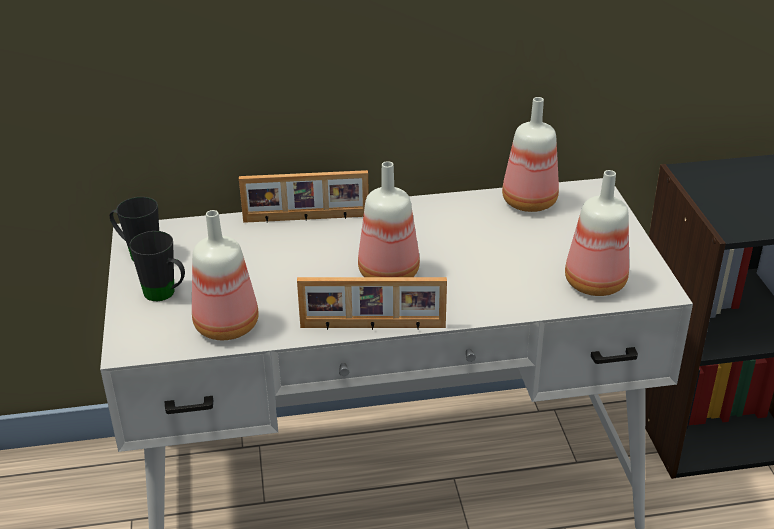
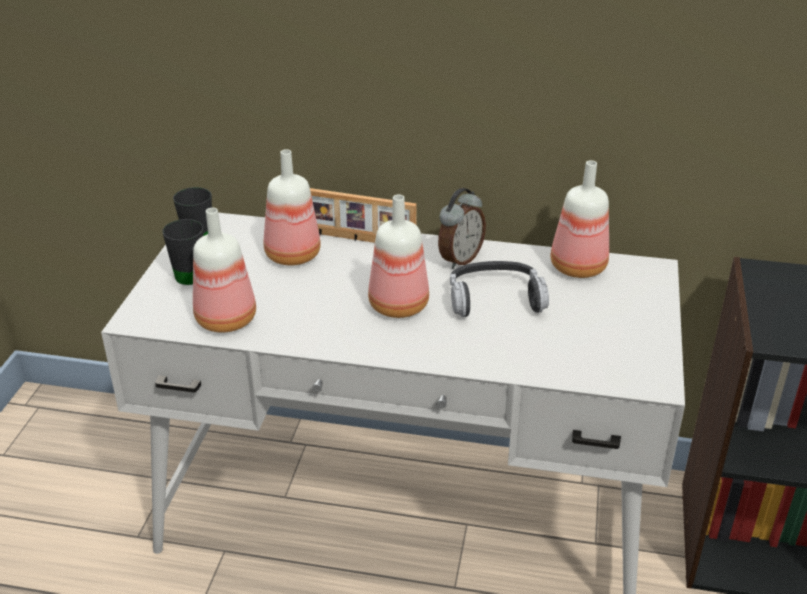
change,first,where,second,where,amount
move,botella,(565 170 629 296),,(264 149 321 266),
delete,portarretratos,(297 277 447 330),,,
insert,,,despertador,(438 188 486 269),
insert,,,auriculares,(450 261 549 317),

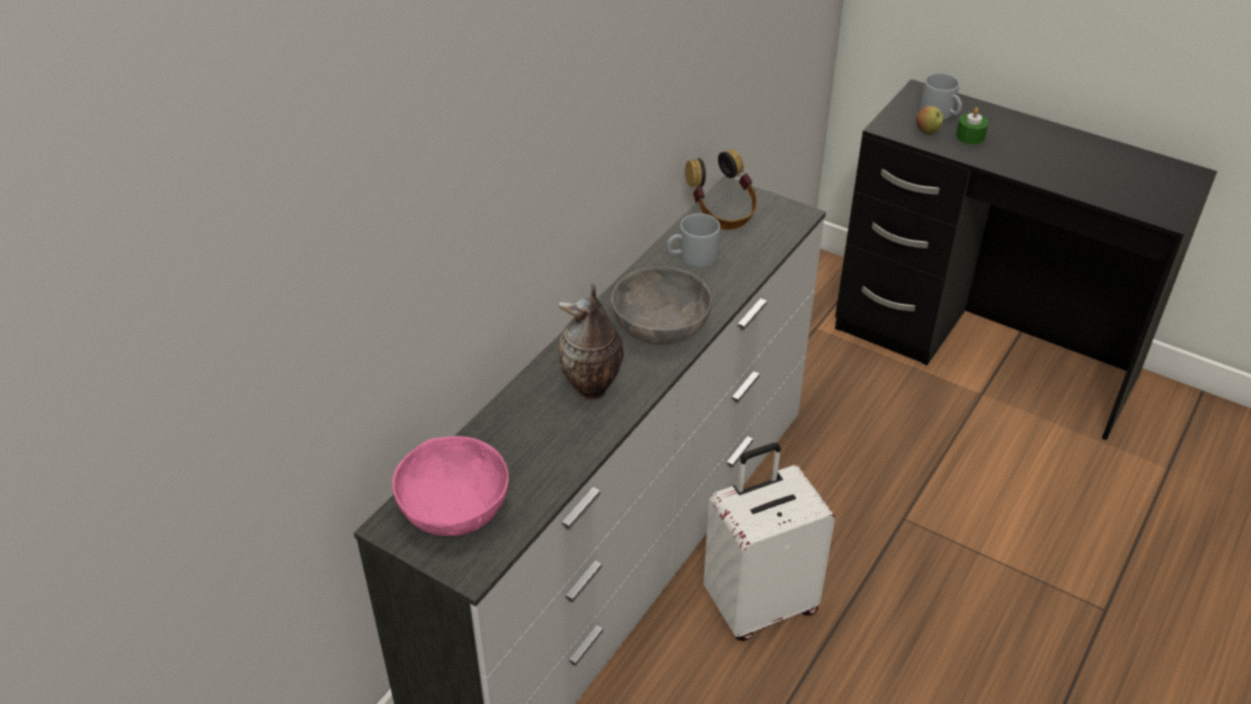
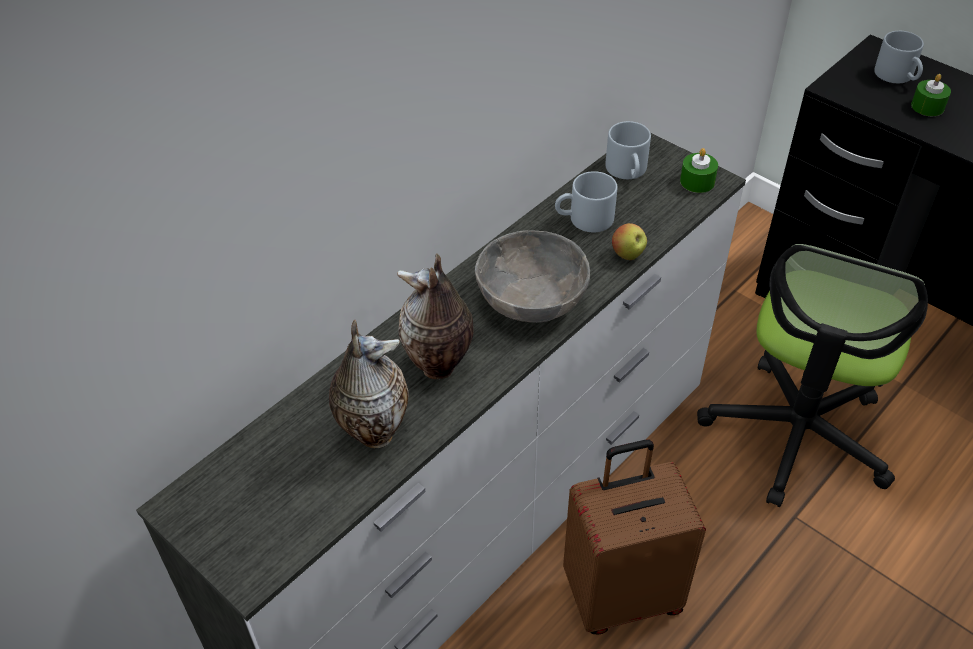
change,first,where,second,where,amount
move,manzana,(916 106 943 134),,(612 223 647 260),
replace,auriculares,(685 149 757 230),taza grande (gris),(605 121 651 179),
delete,cuenco (rosa),(392 436 509 536),,,
recolor,maleta (blanco),(703 443 835 641),maleta (marrón),(563 440 706 634),
insert,,,vela (verde),(680 148 718 193),
insert,,,silla de oficina,(697 244 928 507),
insert,,,florero,(329 319 408 448),

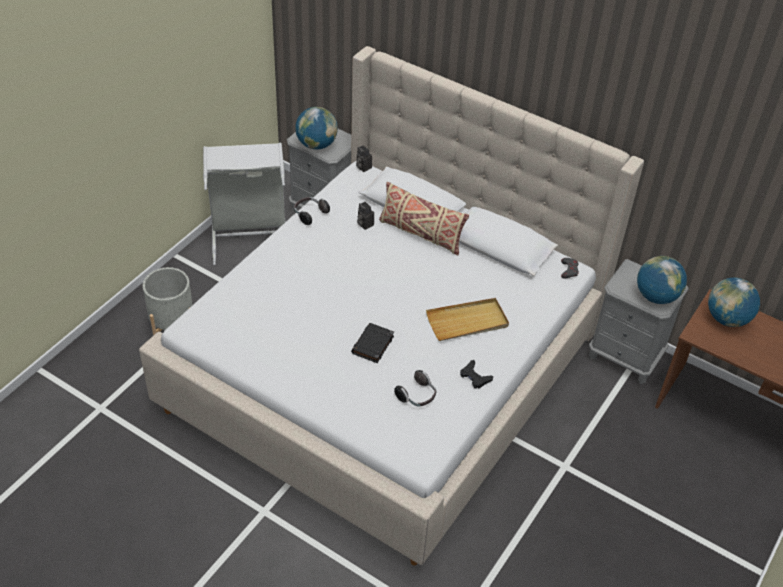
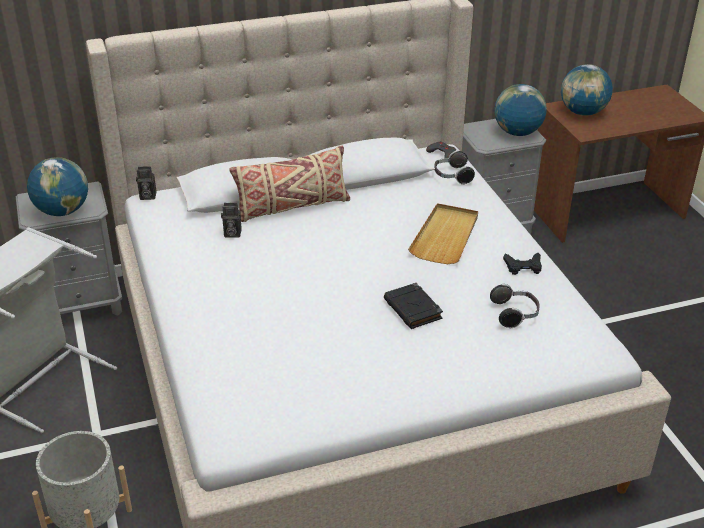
change,first,where,second,where,amount
move,auriculares,(294 197 330 225),,(434 150 475 185),

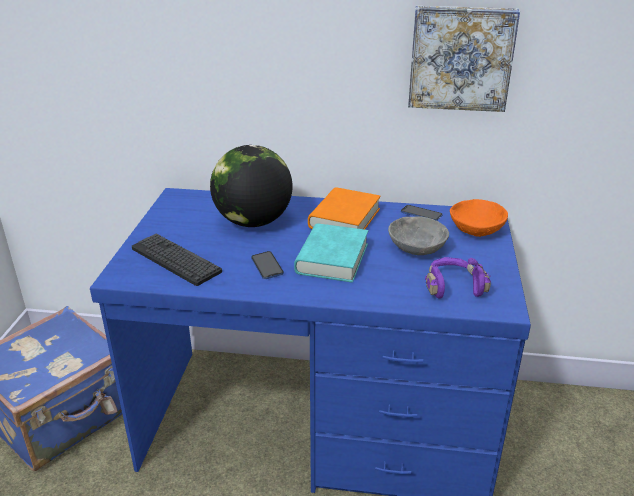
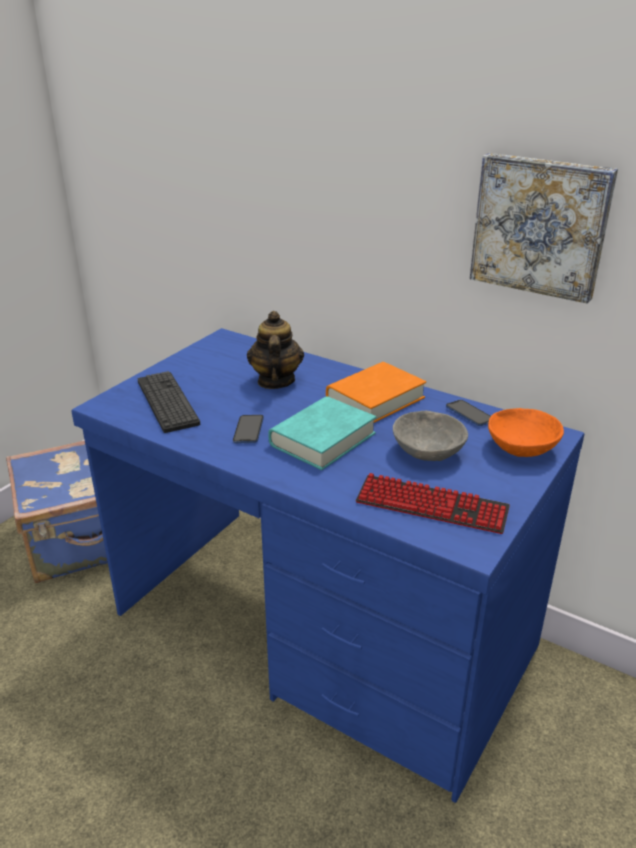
change,first,where,second,where,amount
replace,globo terráqueo,(210 145 292 227),tetera,(247 311 304 389),
replace,auriculares (morado),(425 257 491 299),teclado,(355 473 510 534),

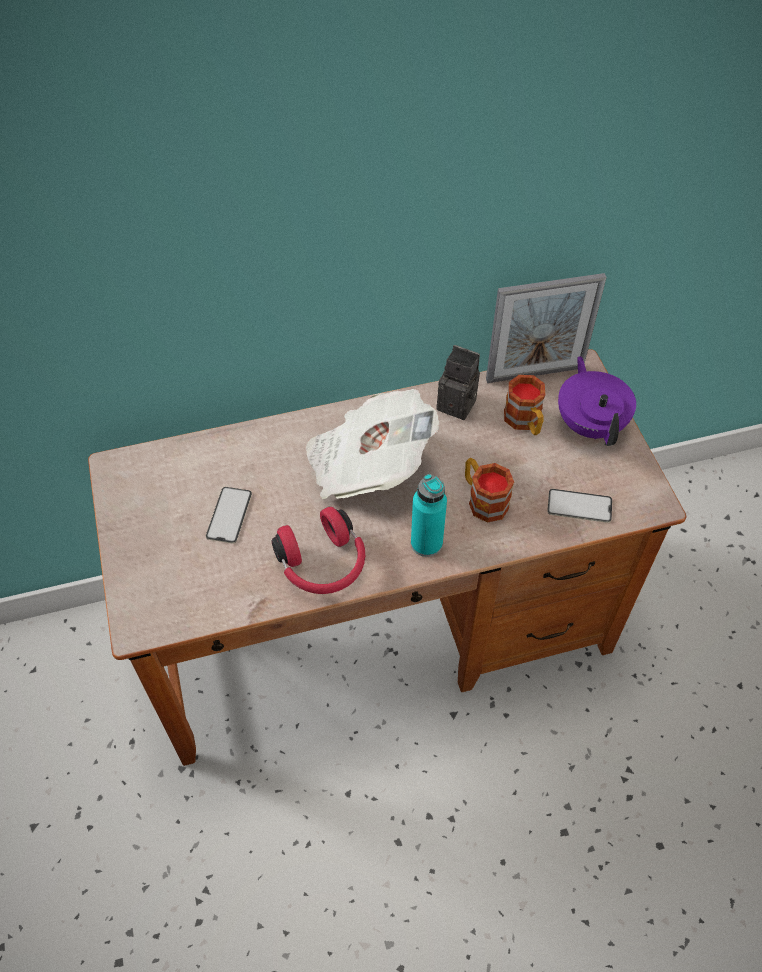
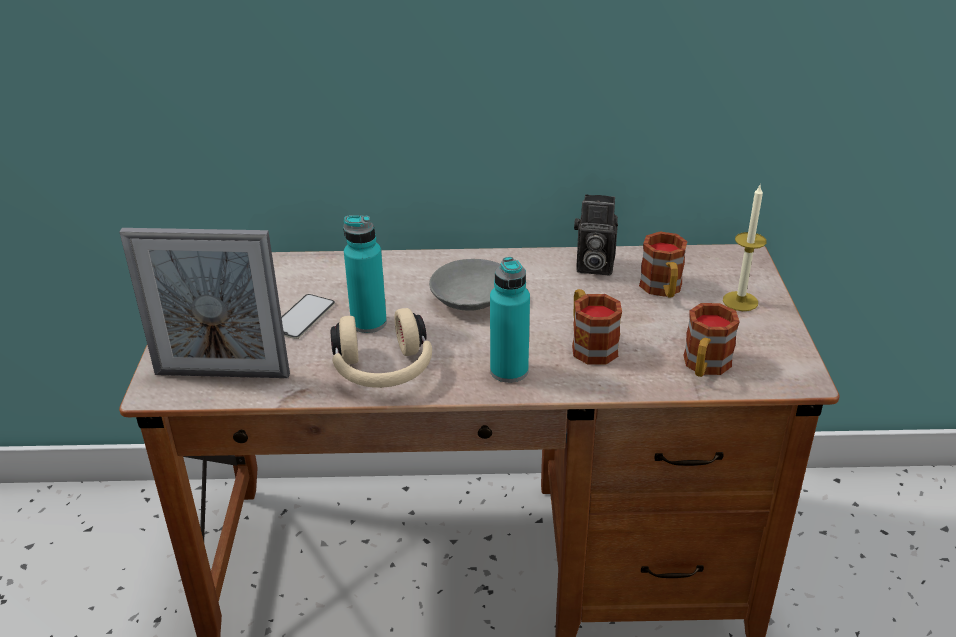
change,first,where,second,where,amount
move,portarretratos,(486 273 607 383),,(119 228 290 378),
rotate,cámara,(437 345 480 420),,(574 194 618 275),150 degrees clockwise
replace,tetera (morado),(558 356 636 446),vela,(723 185 767 311),
replace,periódico,(305 389 439 499),cuenco (gris),(429 259 500 311),
replace,móvil,(547 489 612 523),taza grande,(684 303 740 377),
recolor,auriculares (rojo),(272 507 365 594),auriculares (beis),(331 308 432 388),
insert,,,botella (turquesa),(343 215 387 333),

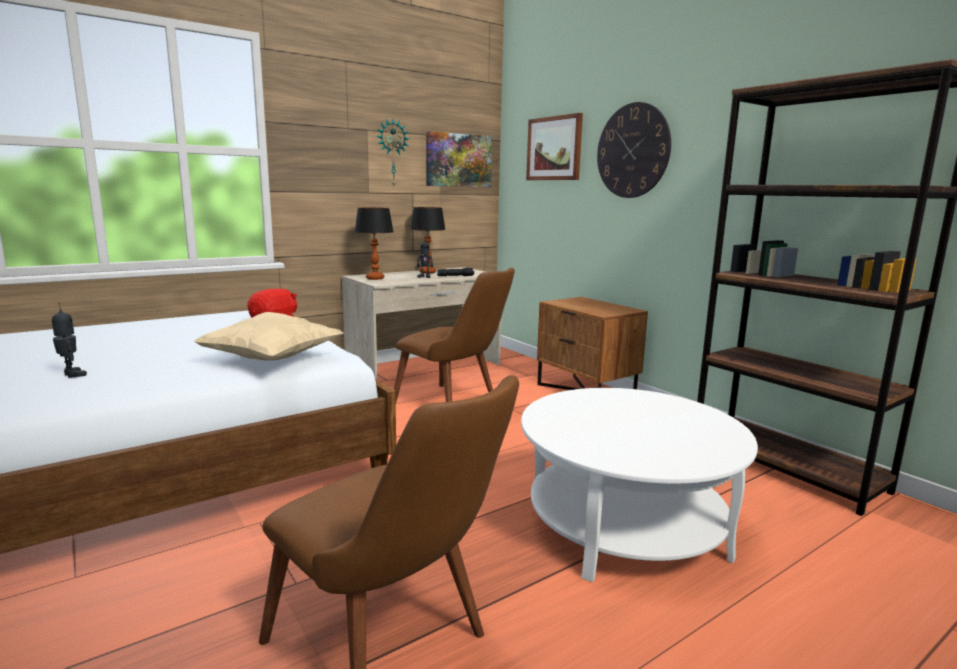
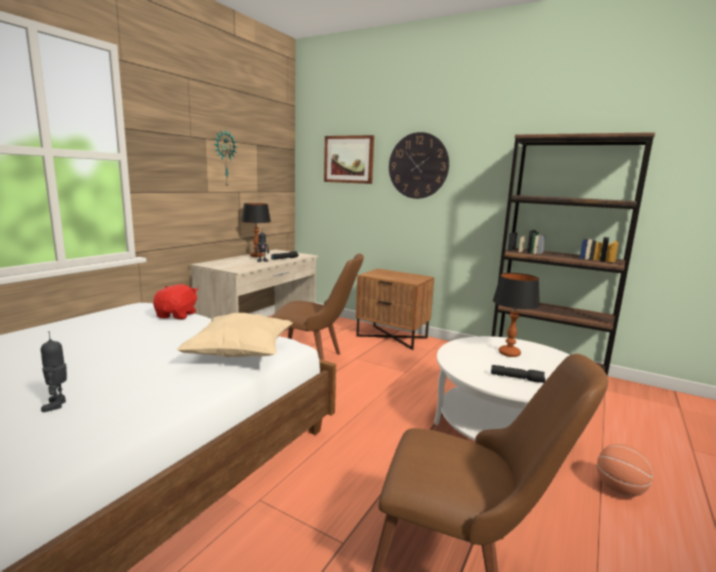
change,first,where,second,where,amount
delete,cuadro,(426 131 492 187),,,
move,lámpara de mesa,(354 208 393 280),,(493 273 540 357),
rotate,robot de juguete,(52 303 87 378),,(41 331 67 412),120 degrees counterclockwise
insert,,,linterna (negro),(491 365 546 383),
insert,,,balón de baloncesto,(597 444 653 497),

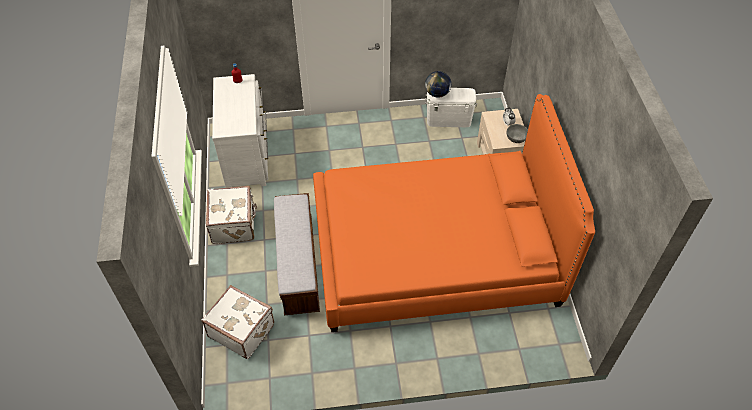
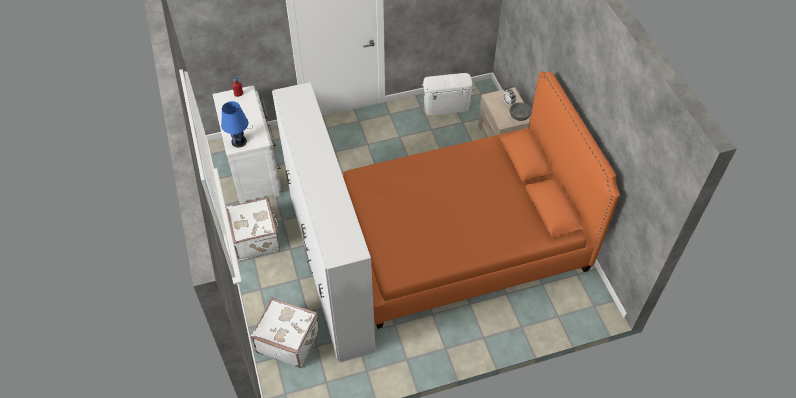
change,first,where,second,where,amount
delete,globo terráqueo,(425 71 451 98),,,
replace,banco,(274 193 320 316),armario ropero (blanco),(272 82 376 362),
insert,,,lámpara de mesa (azul),(221 101 253 148),

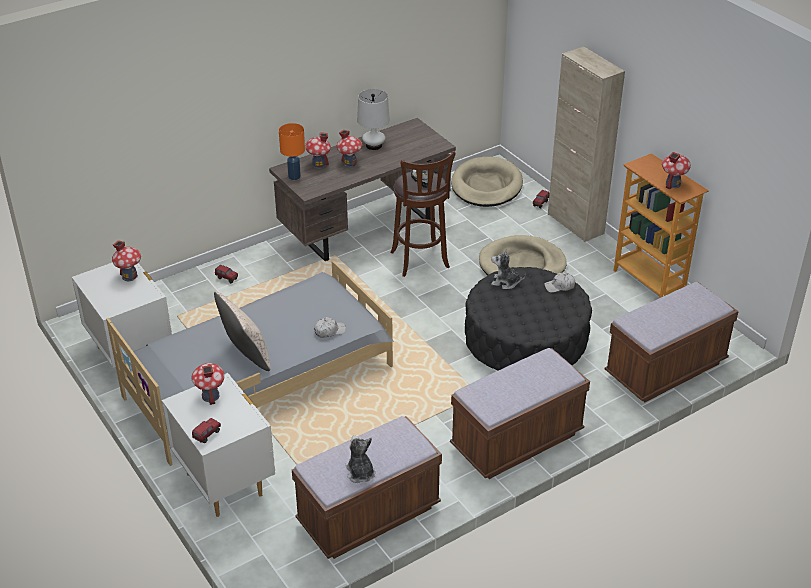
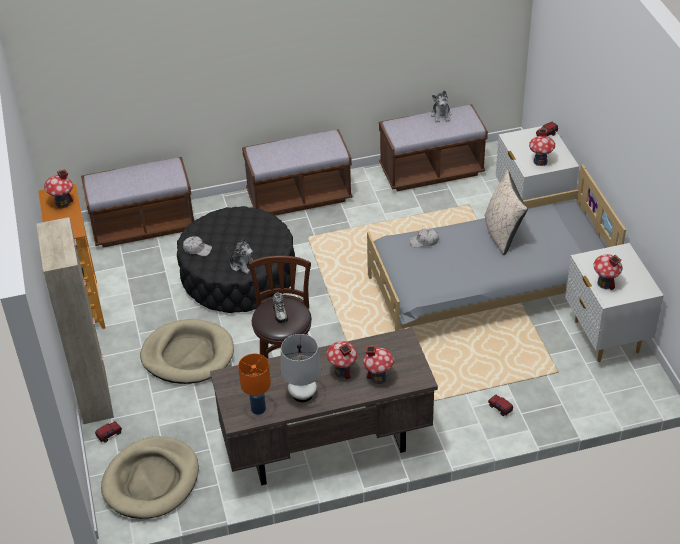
change,first,where,second,where,amount
move,lámpara de mesa (naranja),(279 123 305 180),,(238 354 271 415),

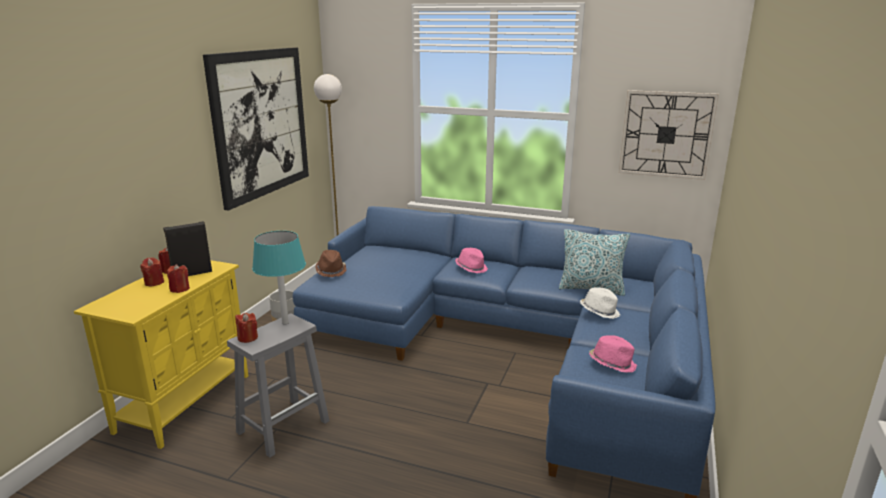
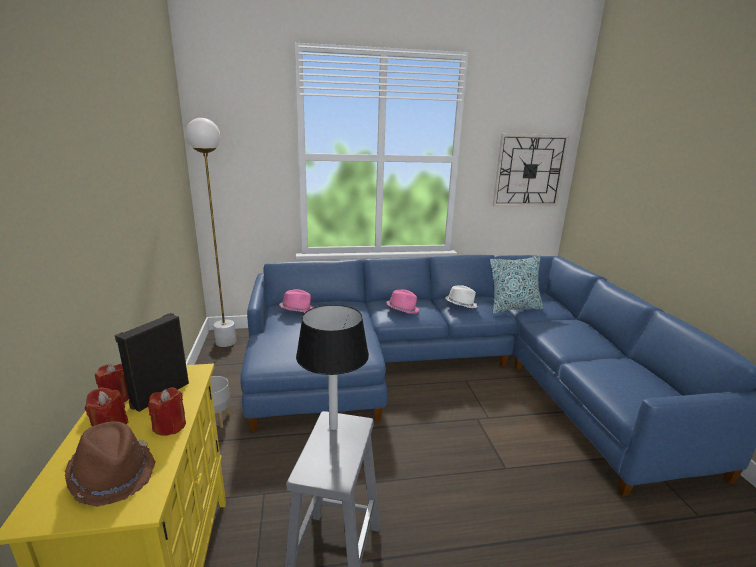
change,first,where,second,where,amount
delete,cuadro,(203 47 309 211),,,
recolor,lámpara de mesa (turquesa),(252 231 306 325),lámpara de mesa (negro),(296 305 369 430),
move,sombrero (marrón),(316 250 347 277),,(65 421 156 507),
move,sombrero (blanco),(580 287 620 319),,(445 285 477 308),
delete,vela (rojo),(235 313 258 343),,,
move,sombrero (rosa),(589 335 637 372),,(279 289 314 312),

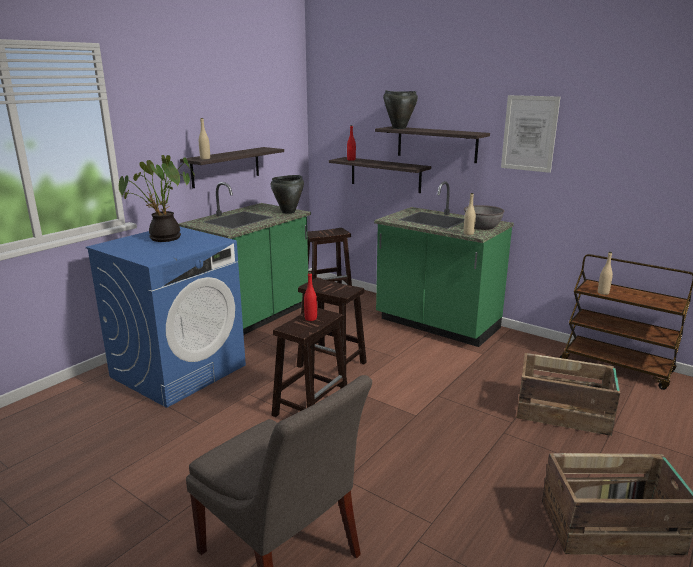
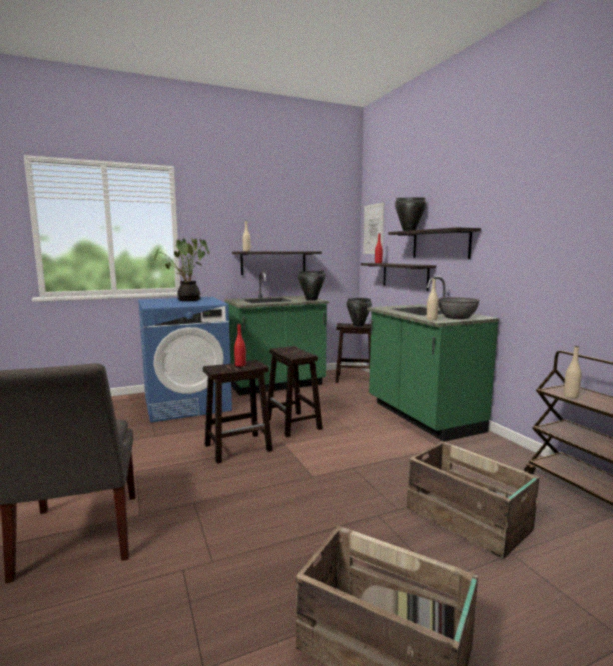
change,first,where,second,where,amount
move,cuadro,(501 95 560 173),,(363 202 384 254),
insert,,,olla (negro),(346 298 372 327),

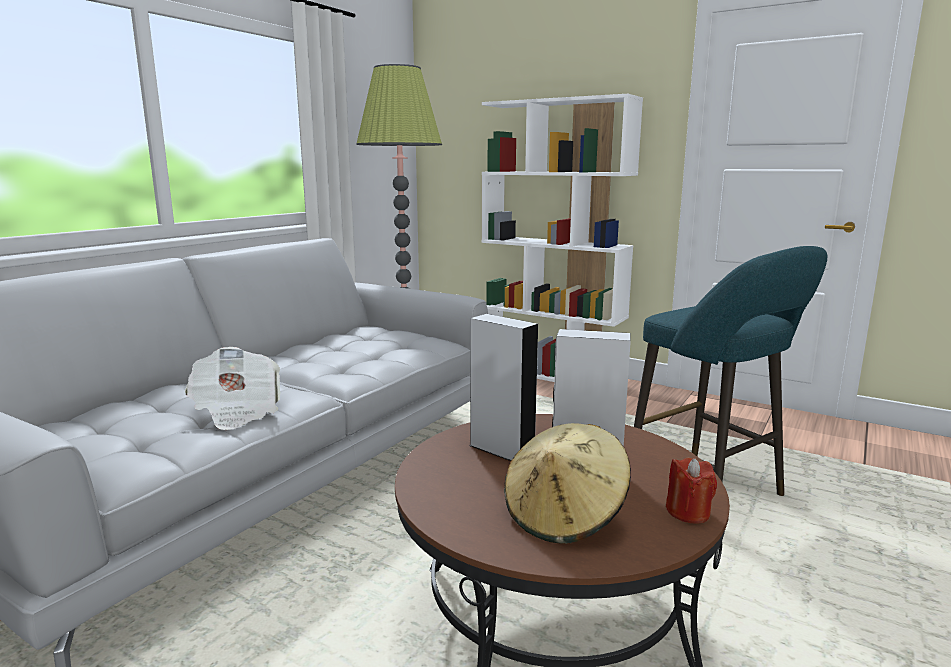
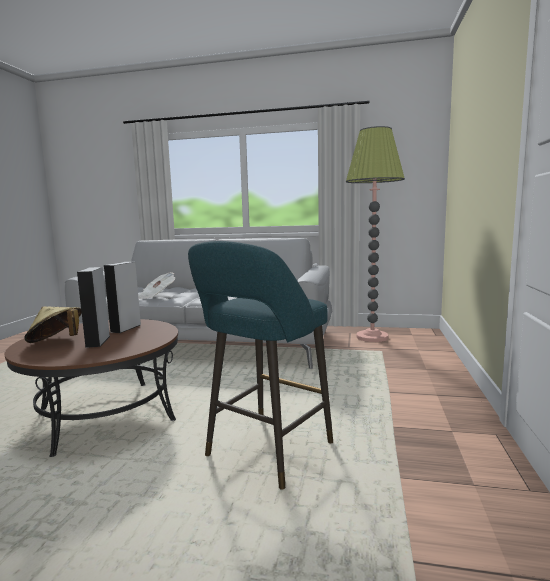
change,first,where,second,where,amount
delete,estantería (blanco),(482 94 643 382),,,
delete,vela (rojo),(666 458 717 524),,,

